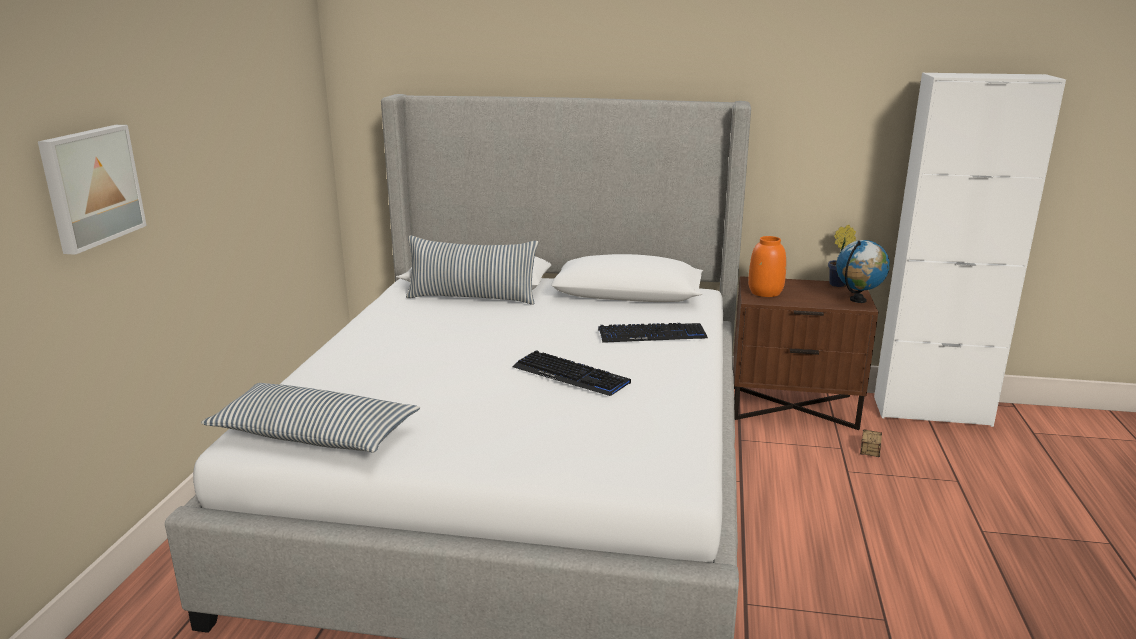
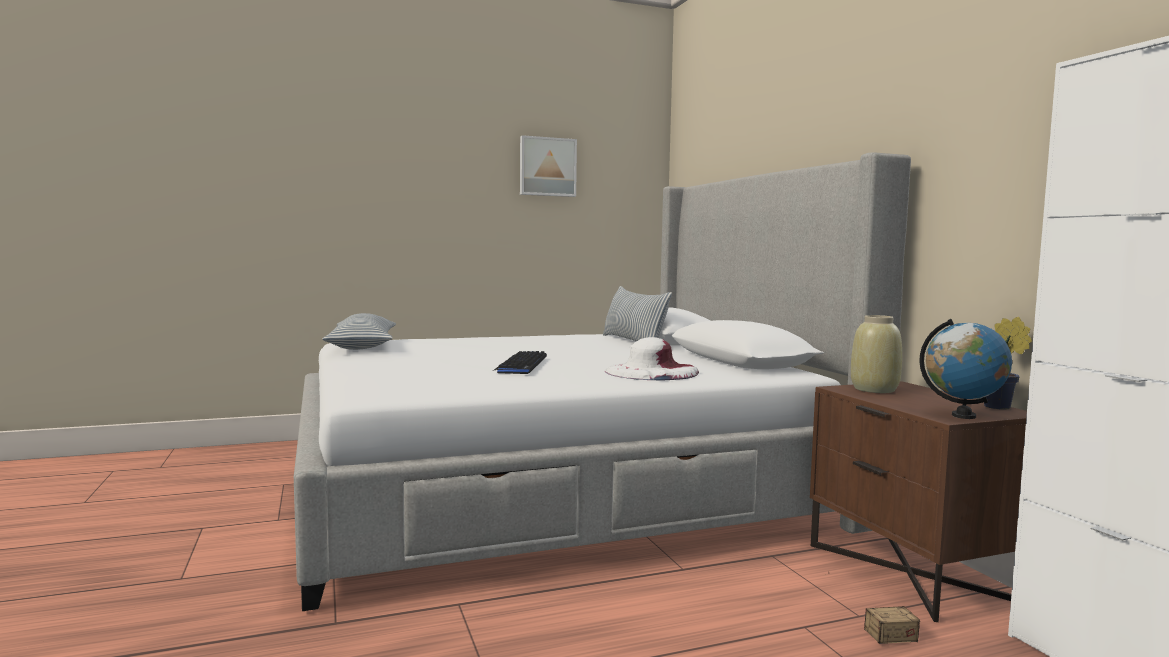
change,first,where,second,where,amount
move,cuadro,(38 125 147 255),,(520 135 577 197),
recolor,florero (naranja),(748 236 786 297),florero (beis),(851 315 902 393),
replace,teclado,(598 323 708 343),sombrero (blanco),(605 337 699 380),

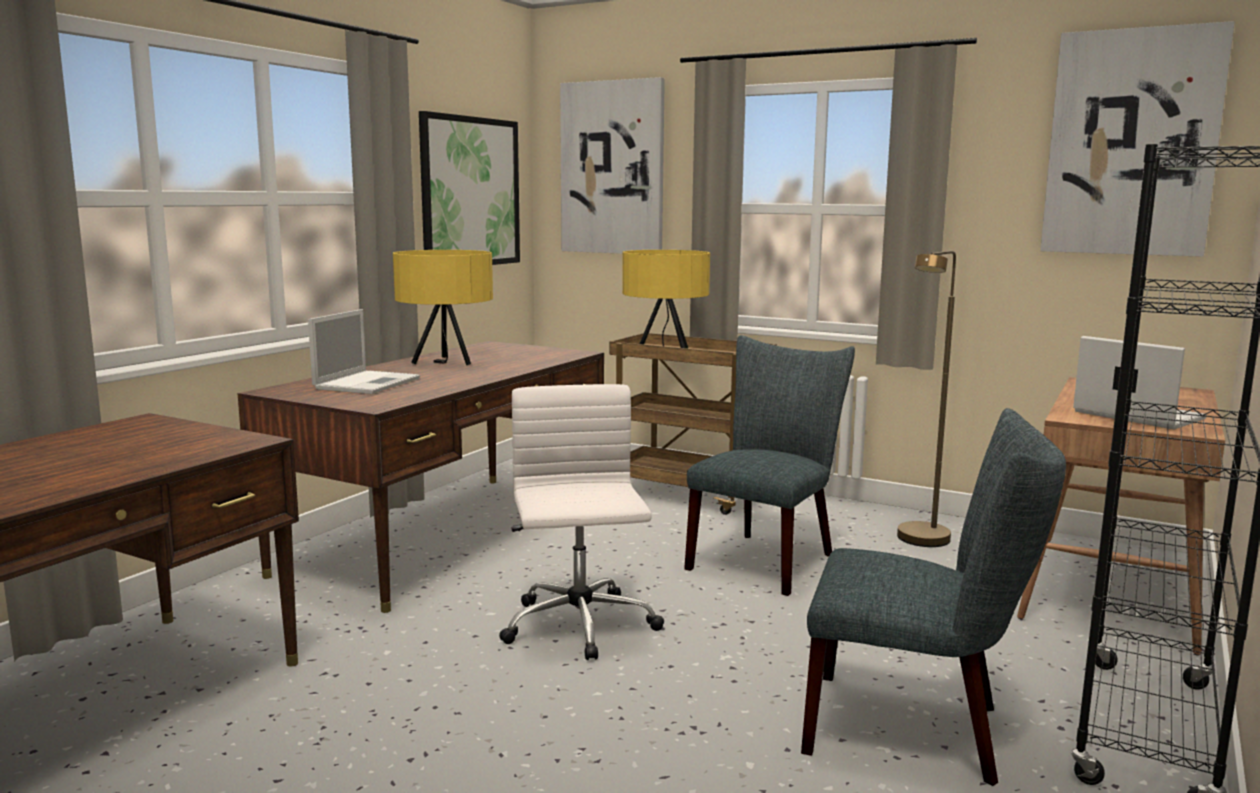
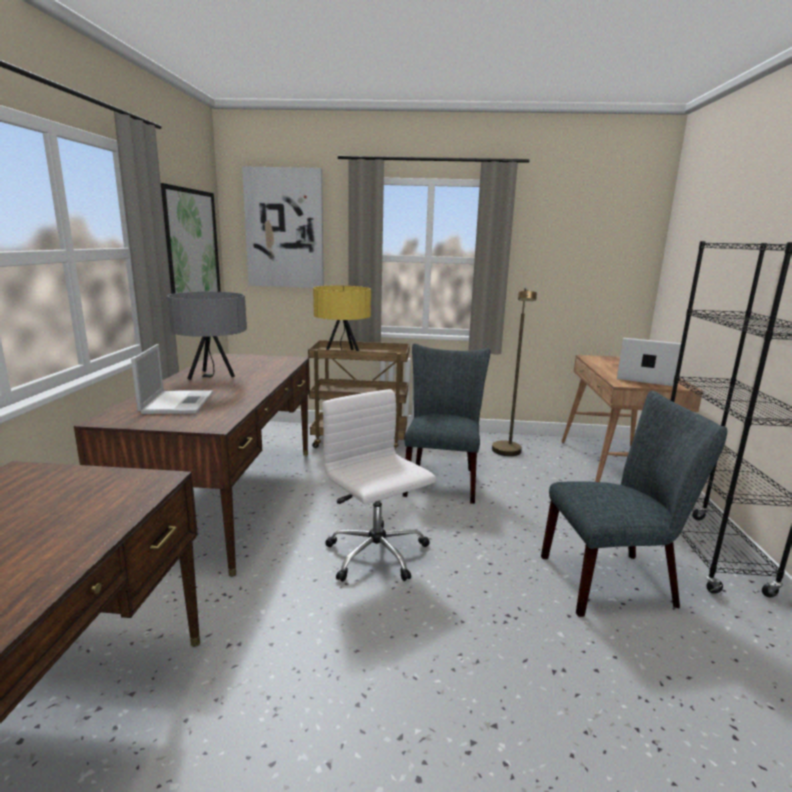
change,first,where,second,where,amount
delete,cuadro,(1040 21 1235 257),,,
recolor,lámpara de mesa (amarillo),(393 250 493 365),lámpara de mesa (gris),(167 292 247 380),

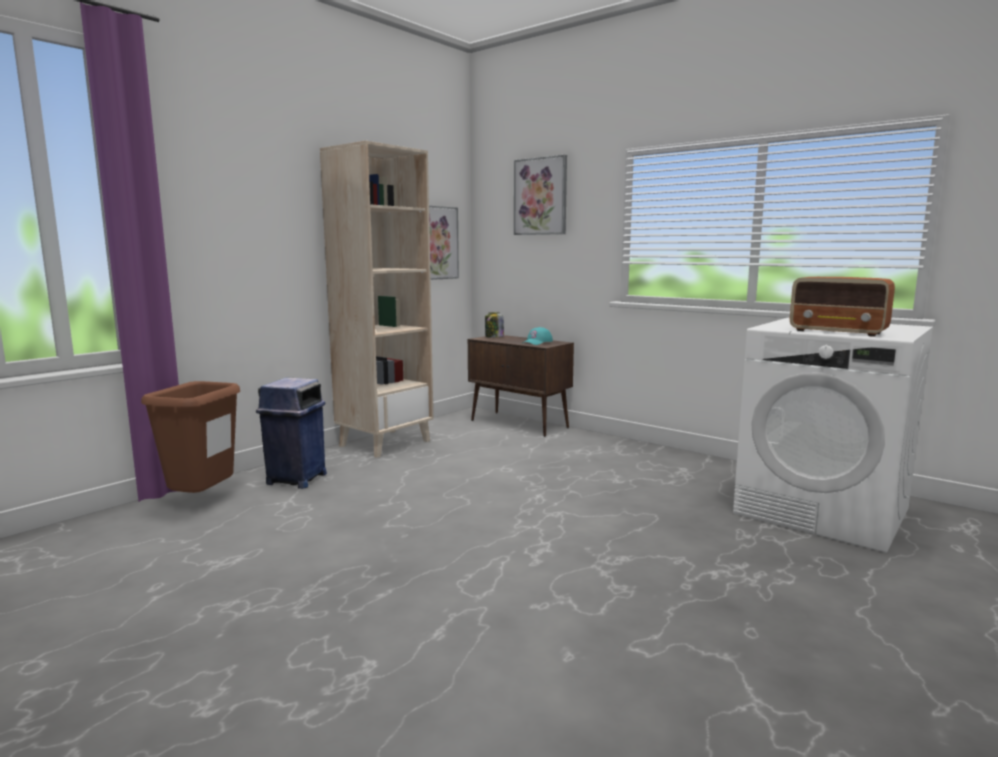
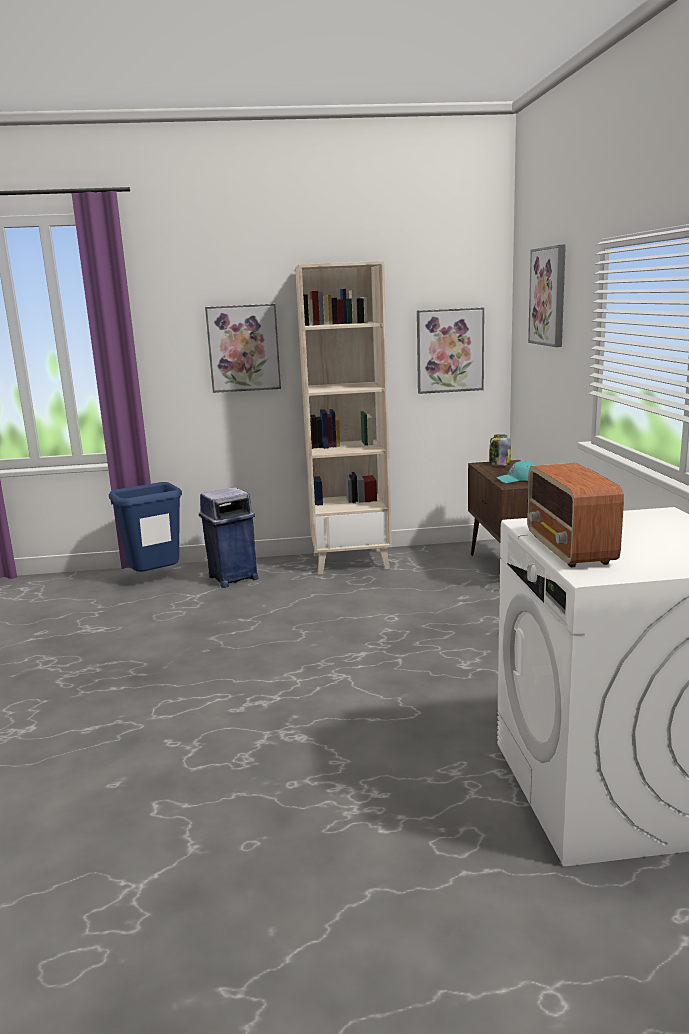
change,first,where,second,where,amount
recolor,papelera (marrón),(141 381 240 493),papelera (azul),(109 482 182 572),
insert,,,cuadro,(205 304 281 393),

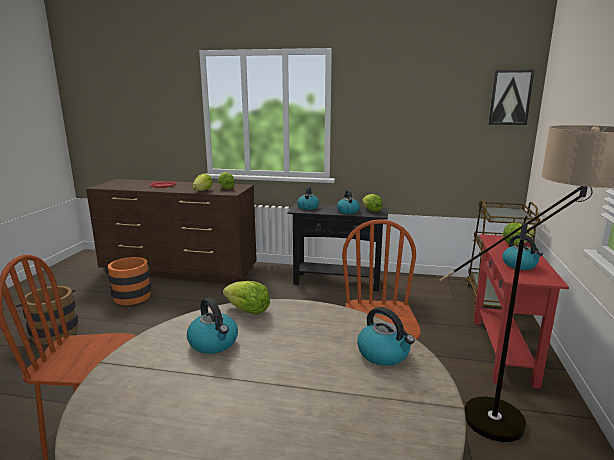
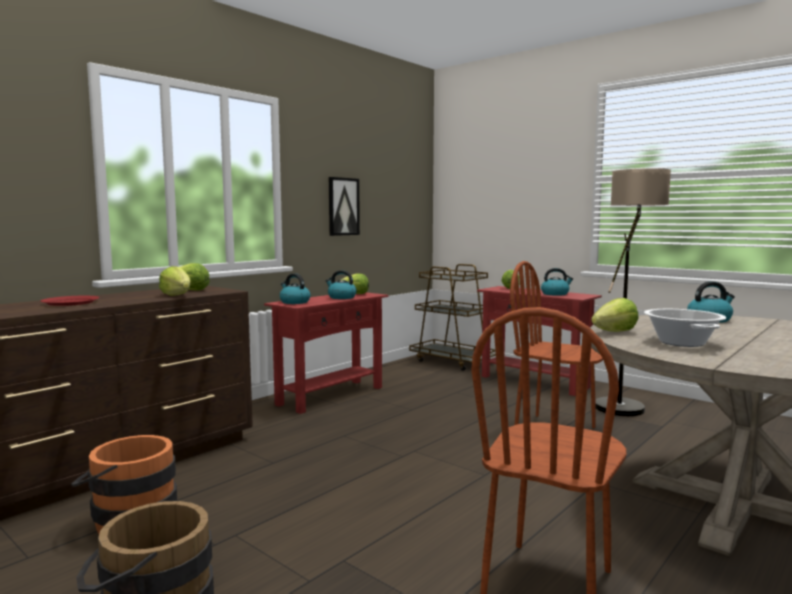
change,first,where,second,where,amount
move,cuadro,(488 70 535 125),,(329 177 360 236),
recolor,mesa consola (negro),(287 203 388 292),mesa consola (rojo),(264 292 388 414),
replace,hervidor,(187 297 238 354),olla,(644 309 726 347),

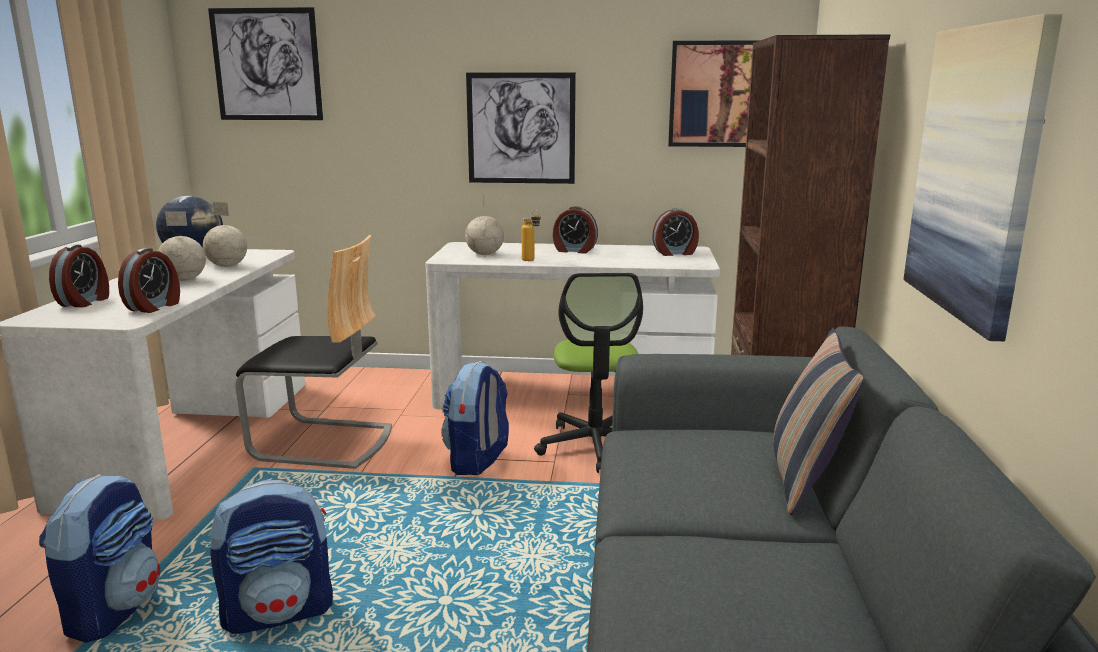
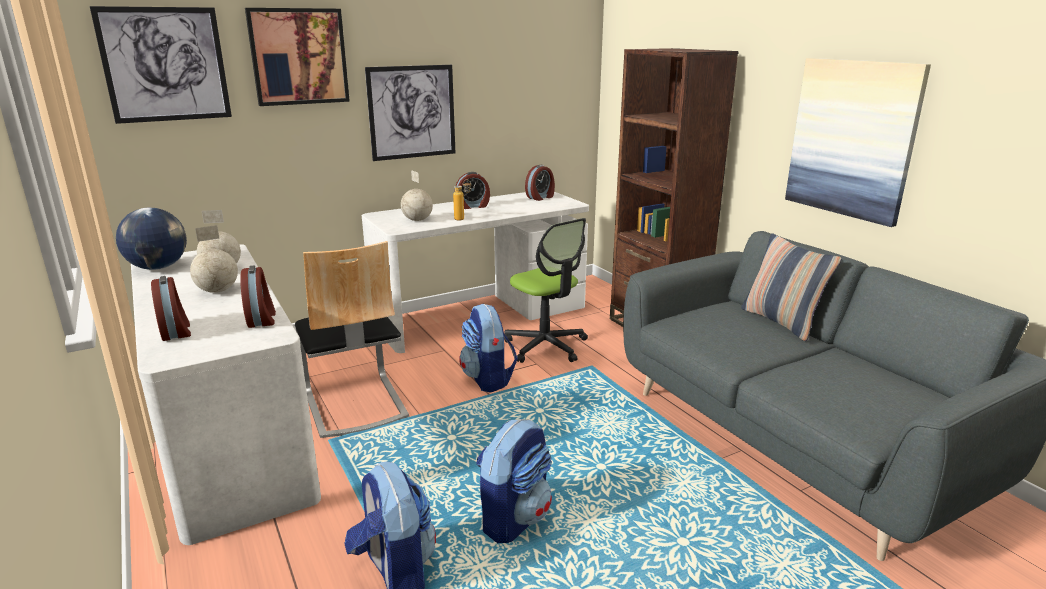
change,first,where,second,where,amount
move,cuadro,(668 40 760 147),,(245 8 350 106),
rotate,silla,(235 235 392 469),,(295 241 409 438),90 degrees clockwise

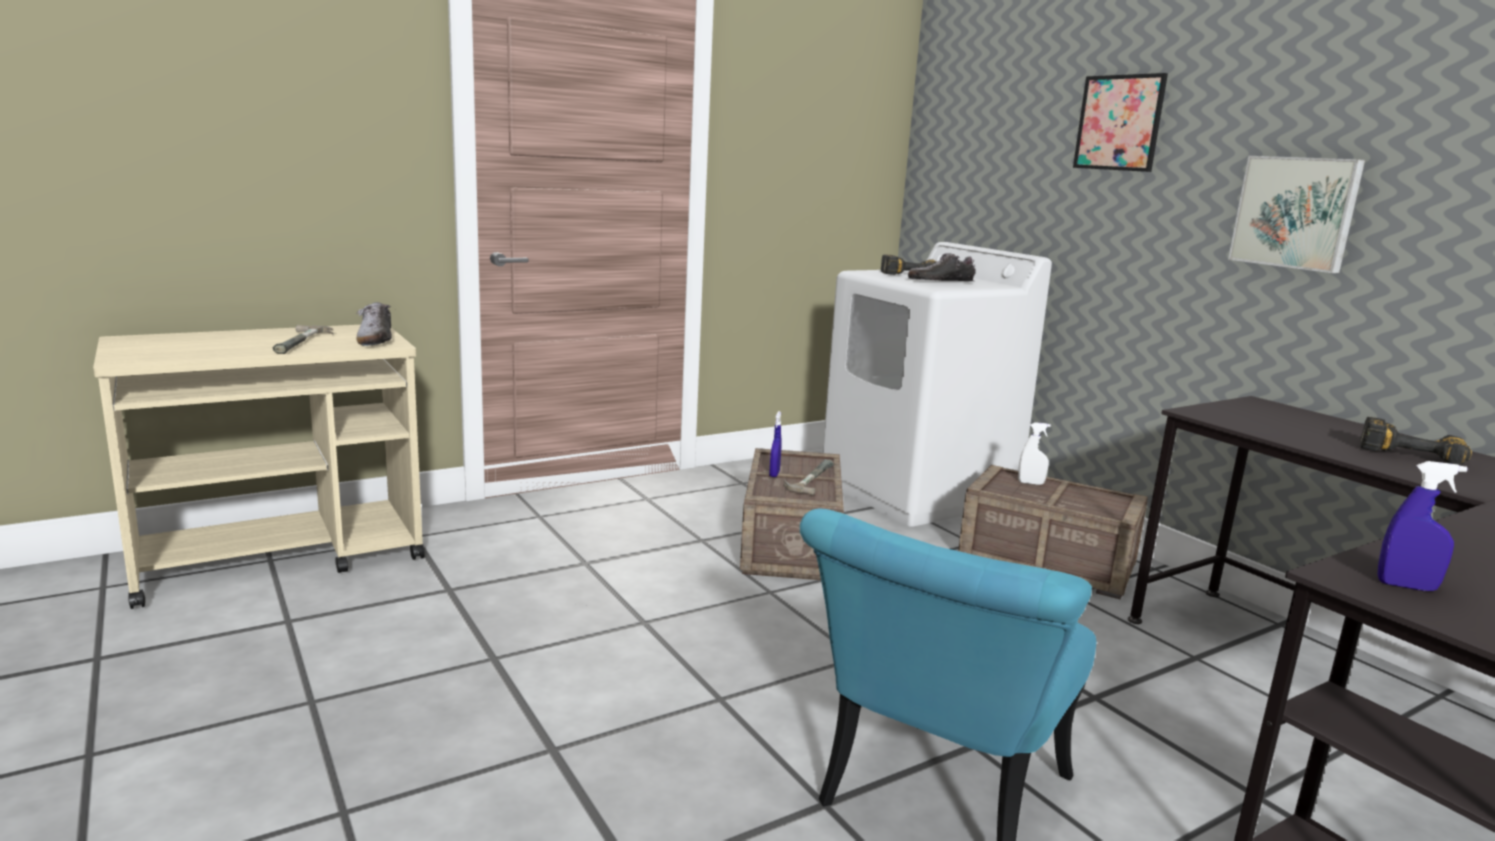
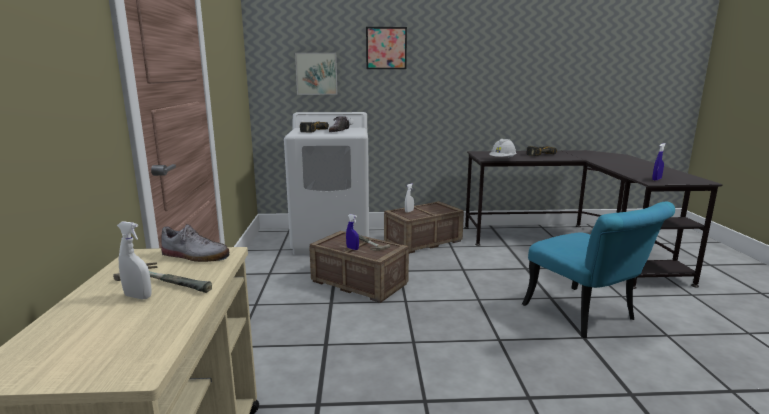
change,first,where,second,where,amount
move,cuadro,(1228 156 1365 273),,(295 53 337 95),
insert,,,casco (blanco),(489 139 517 158),
insert,,,pulverizador (blanco),(117 221 152 299),

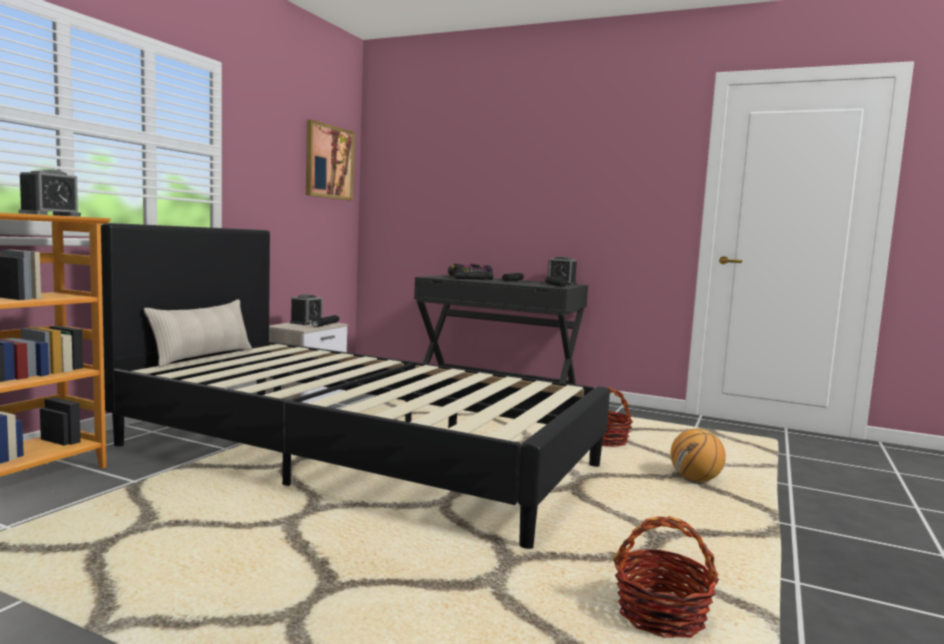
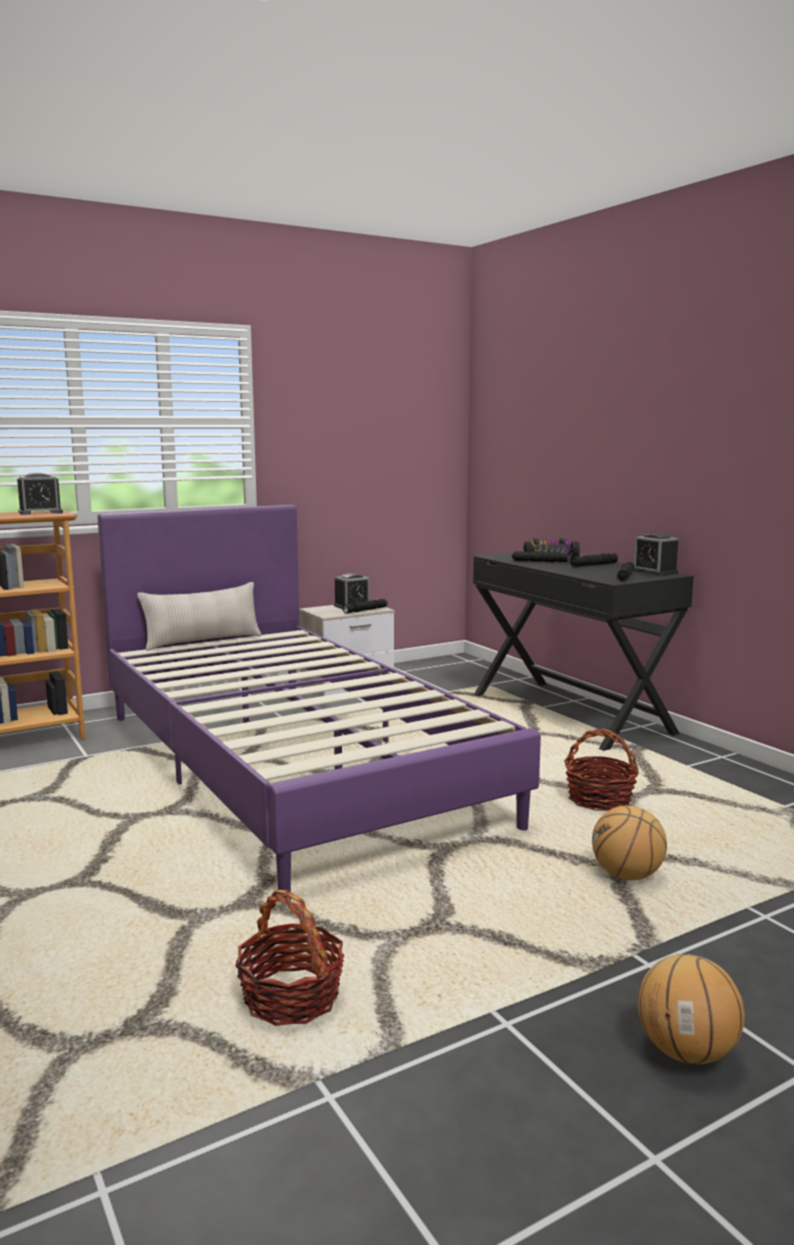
change,first,where,second,where,amount
delete,cuadro,(306 120 355 201),,,
recolor,cama (negro),(101 223 610 549),cama (morado),(98 505 541 892),
insert,,,balón de baloncesto,(638 954 745 1064),

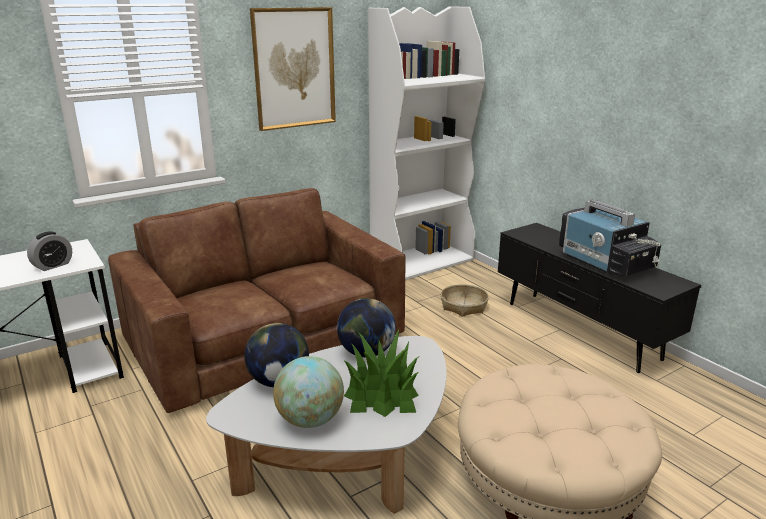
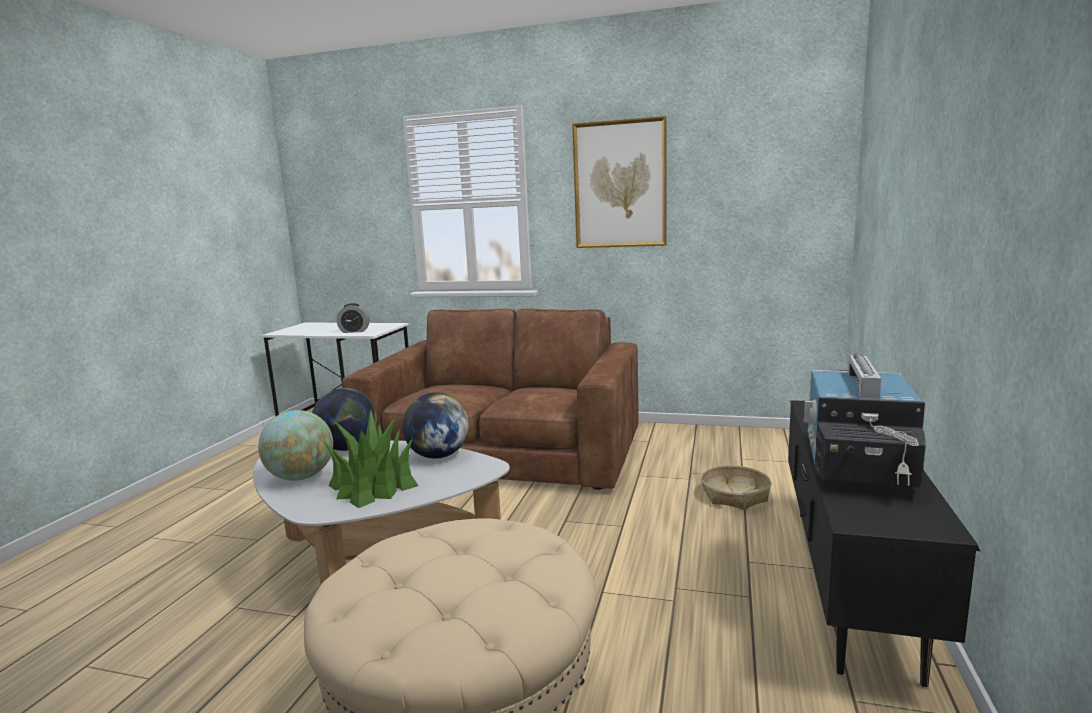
change,first,where,second,where,amount
delete,estantería (blanco),(368 6 485 280),,,

